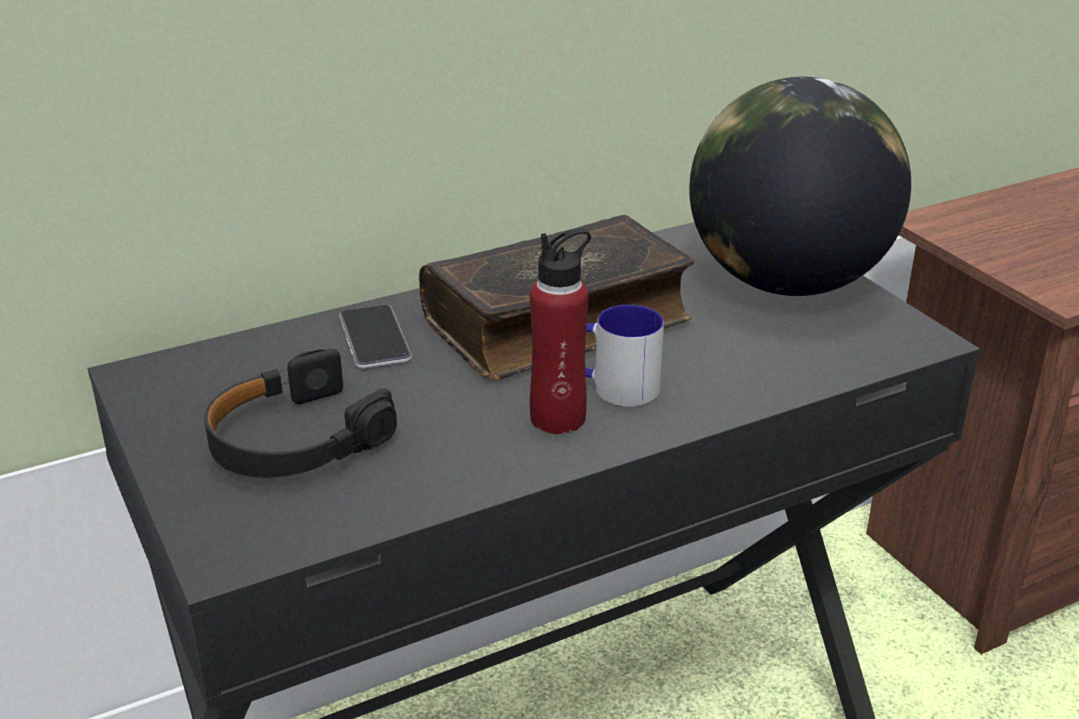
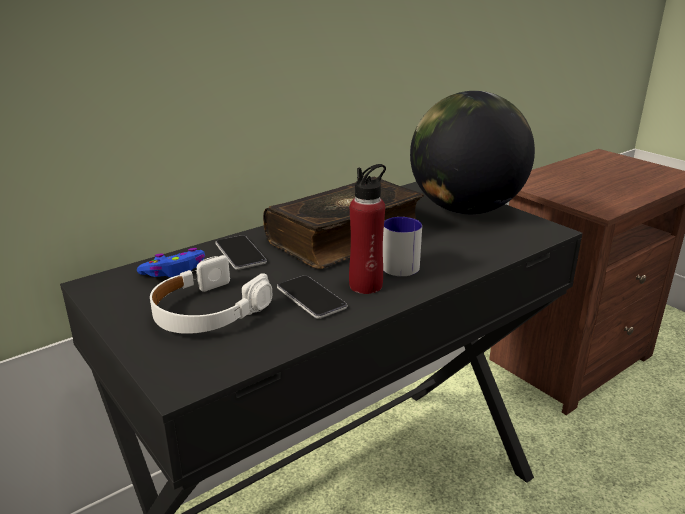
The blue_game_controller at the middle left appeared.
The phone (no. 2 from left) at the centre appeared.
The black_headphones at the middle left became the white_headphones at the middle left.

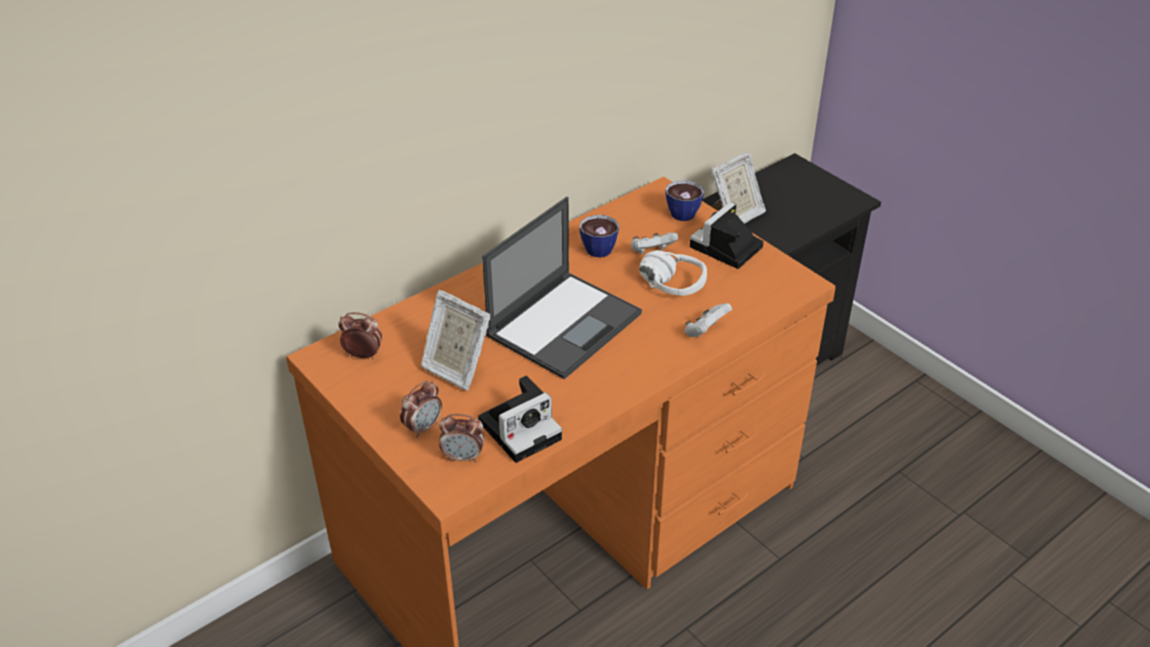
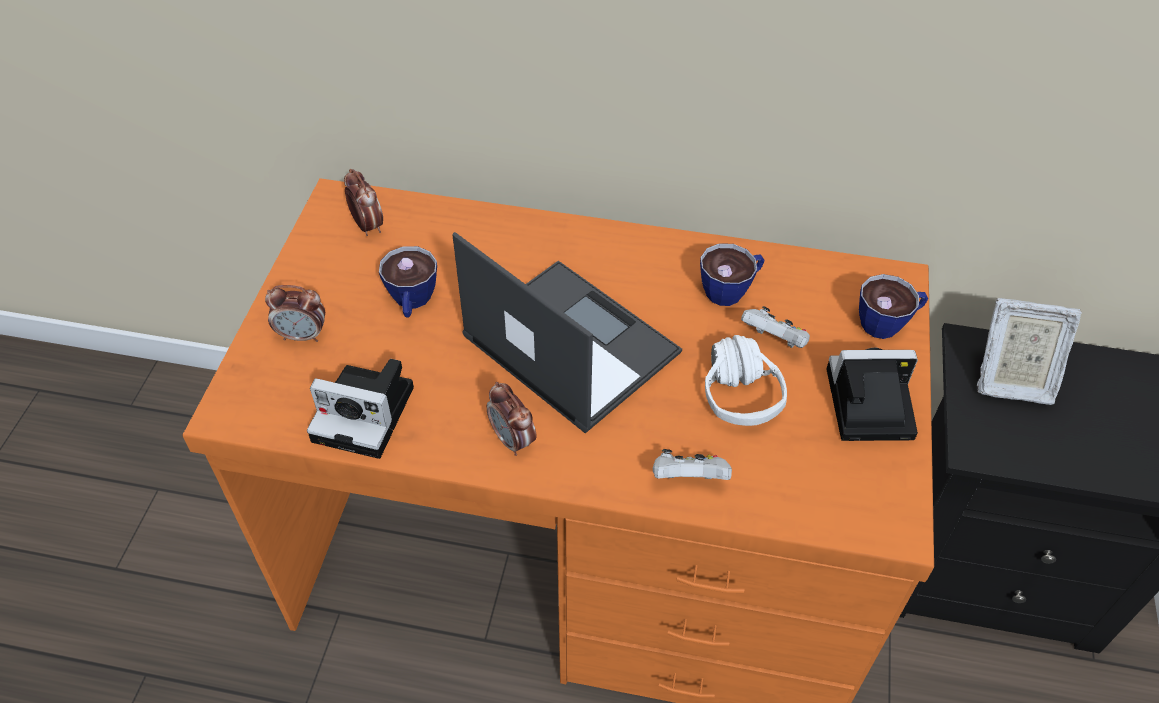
The alarm_clock (no. 3 from left) moved from the bottom centre to the centre.
The picture_frame (no. 1 from left) at the centre was replaced by the cup (no. 1 from left) at the centre.
The laptop at the centre turned 135 degrees counterclockwise.

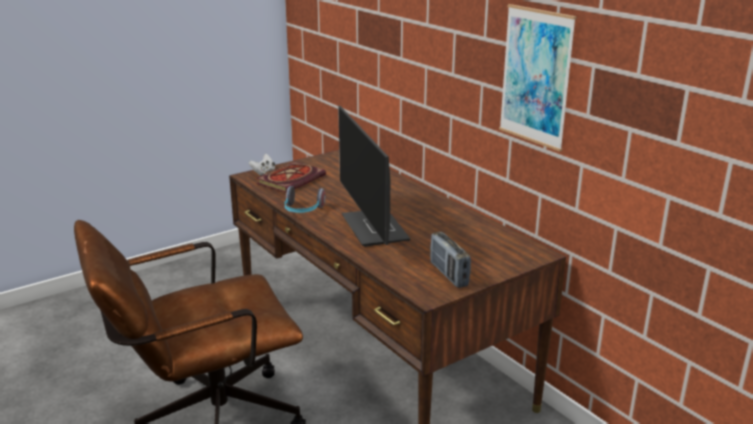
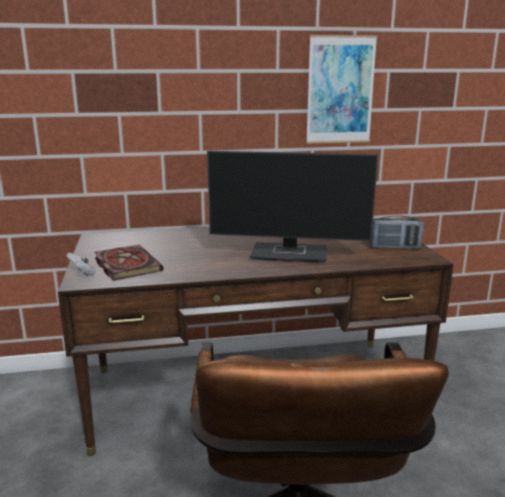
The headphones at the centre disappeared.

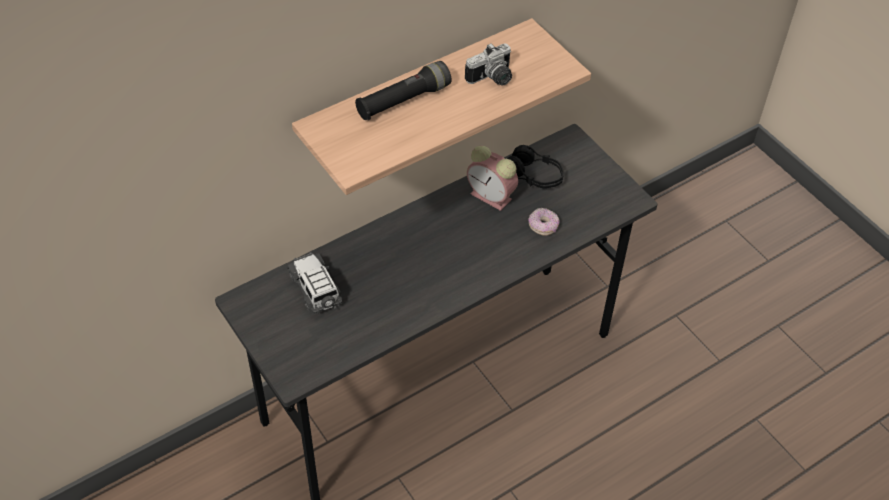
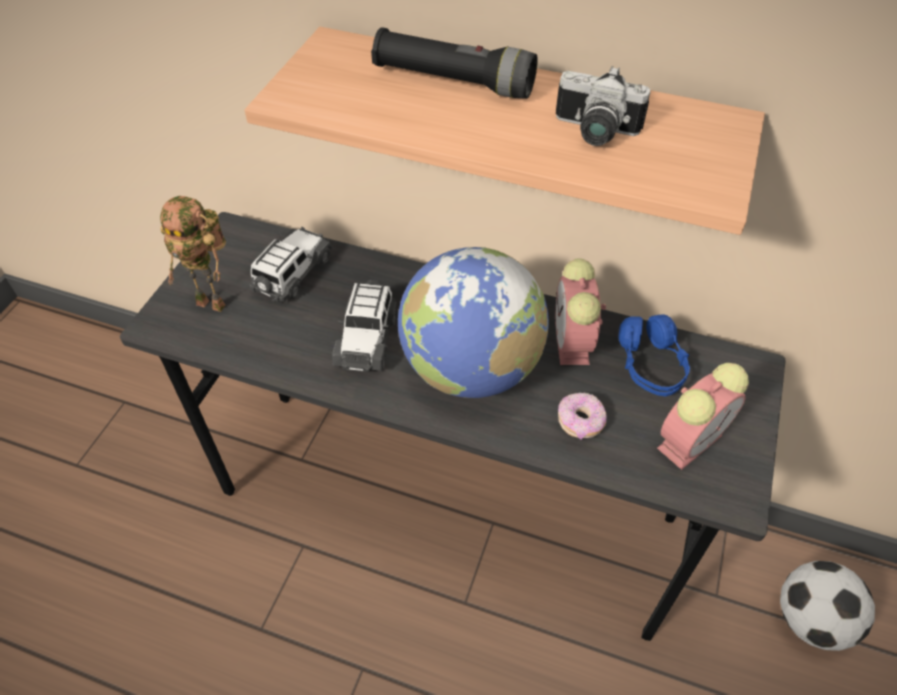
The toy_robot at the middle left appeared.
The toy_car (no. 2 from left) at the centre appeared.
The globe at the centre appeared.
The alarm_clock (no. 2 from left) at the middle right appeared.
The football at the bottom right appeared.
The black_headphones at the top centre became the blue_headphones at the middle right.

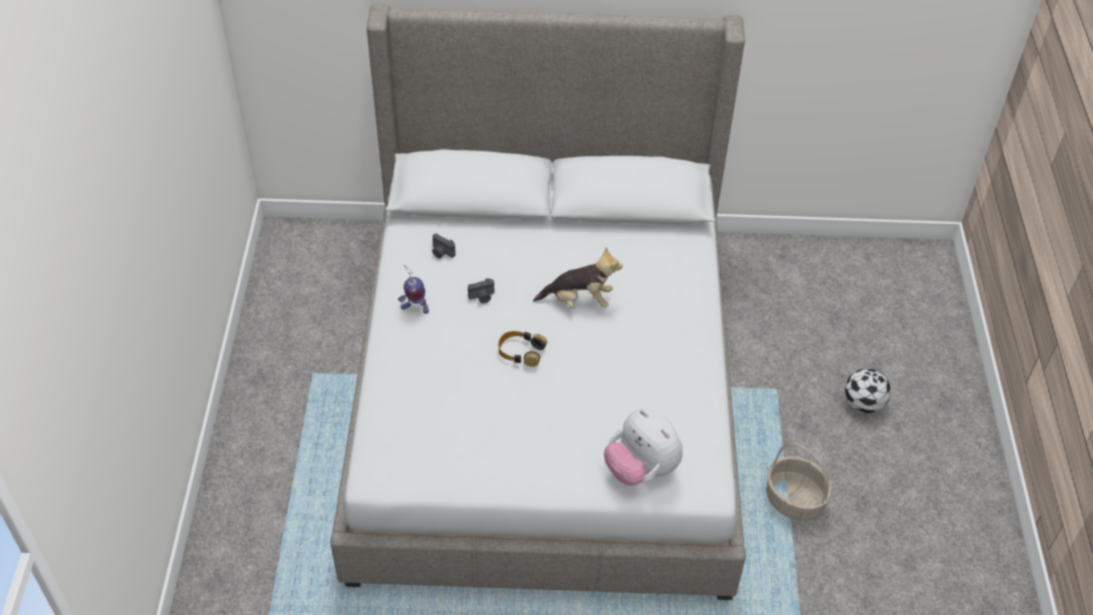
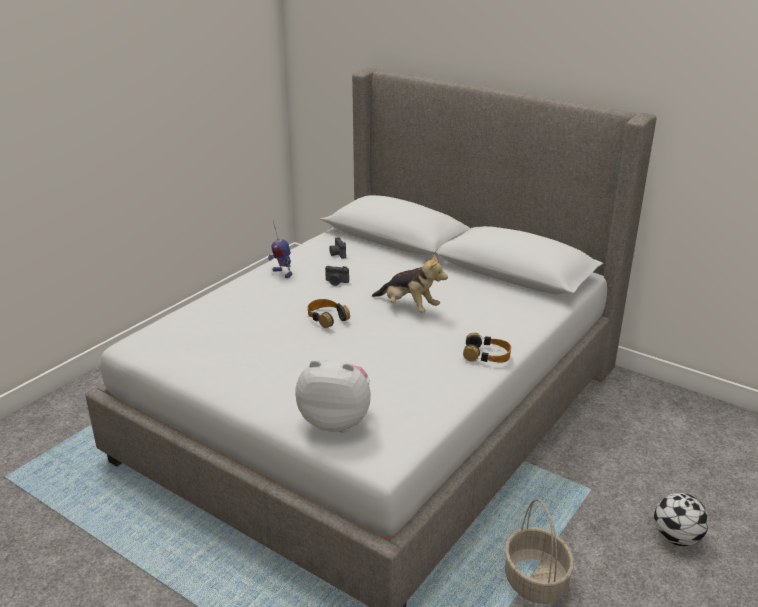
The headphones (no. 2 from left) at the centre appeared.
The plush_toy (no. 2 from left in the first image) at the bottom centre turned 105 degrees clockwise.

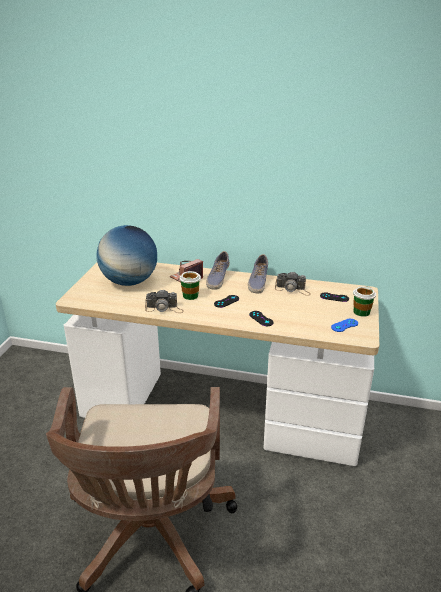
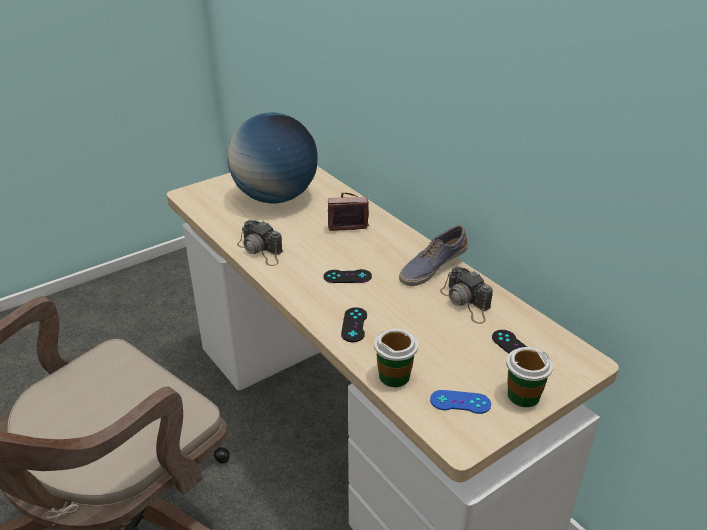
The shoe (no. 1 from left) at the centre disappeared.
The cup (no. 1 from left) moved from the centre to the bottom centre.

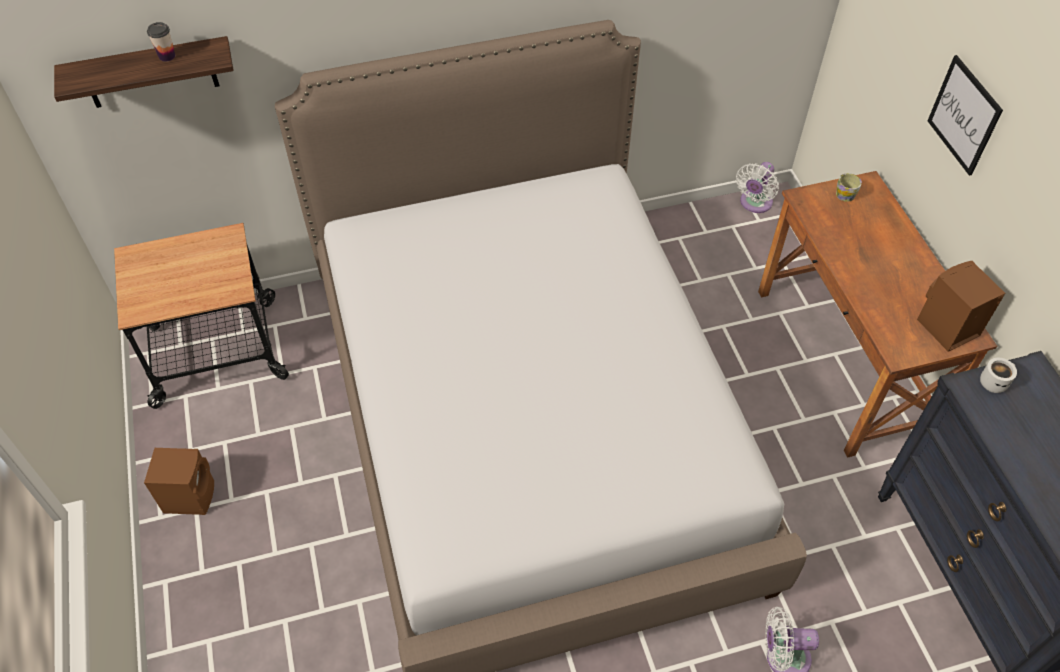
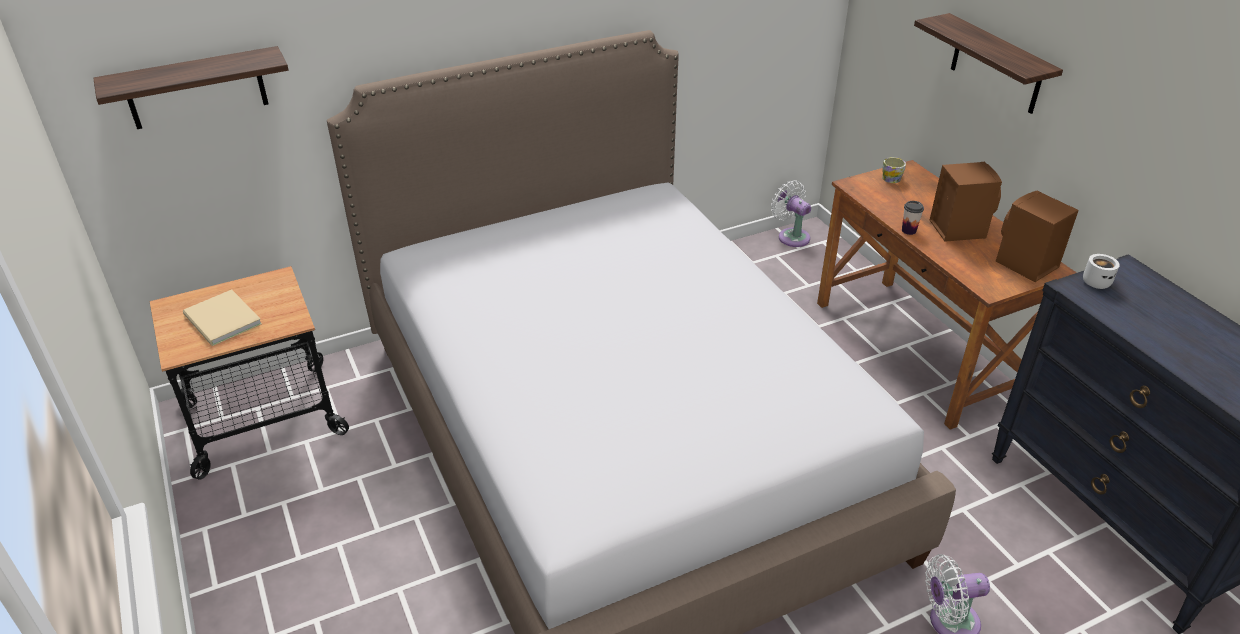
The beige_book at the middle left appeared.
The brown_speaker (no. 1 from left) moved from the bottom left to the top right.
The cup moved from the top left to the middle right.
The picture at the top right was replaced by the shelf (no. 2 from left) at the top right.
The white_fan (no. 1 from left) at the top right turned 120 degrees clockwise.

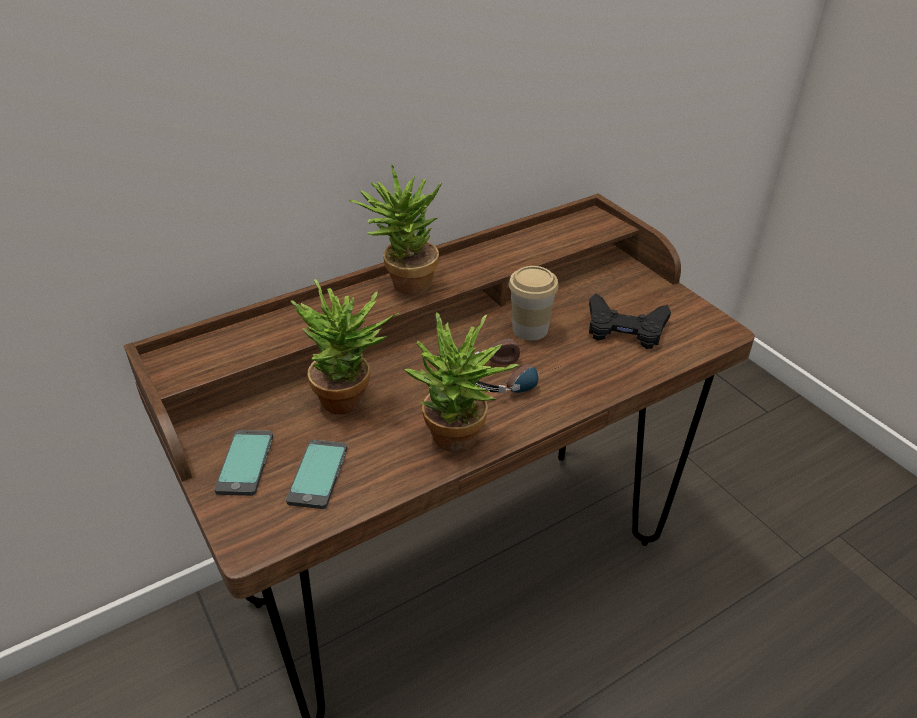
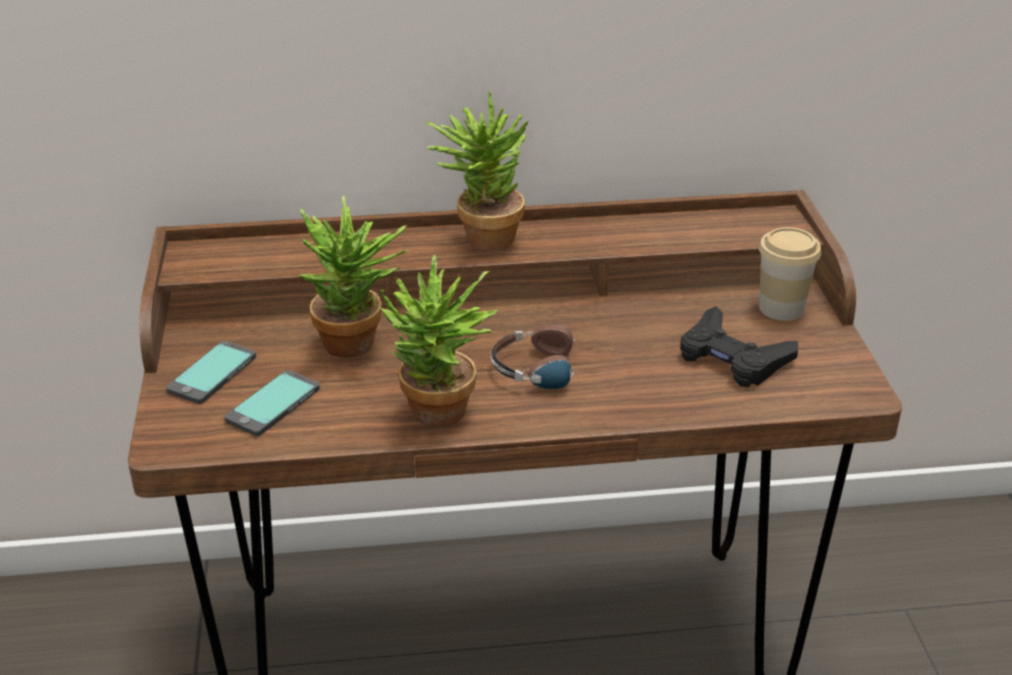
The cup moved from the centre to the middle right.

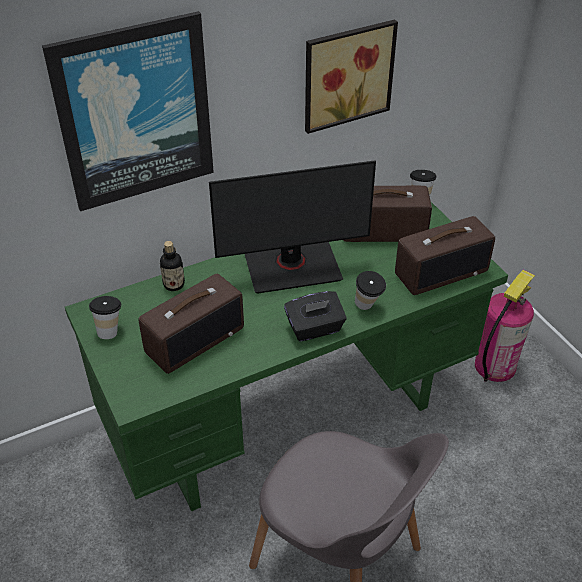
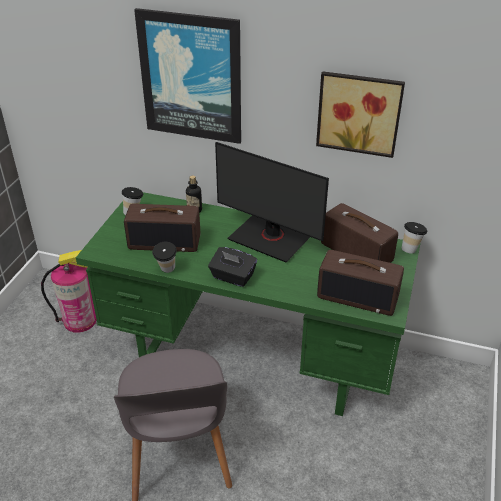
The cup (no. 2 from left) moved from the centre to the middle left.
The fire_extinguisher moved from the middle right to the middle left.

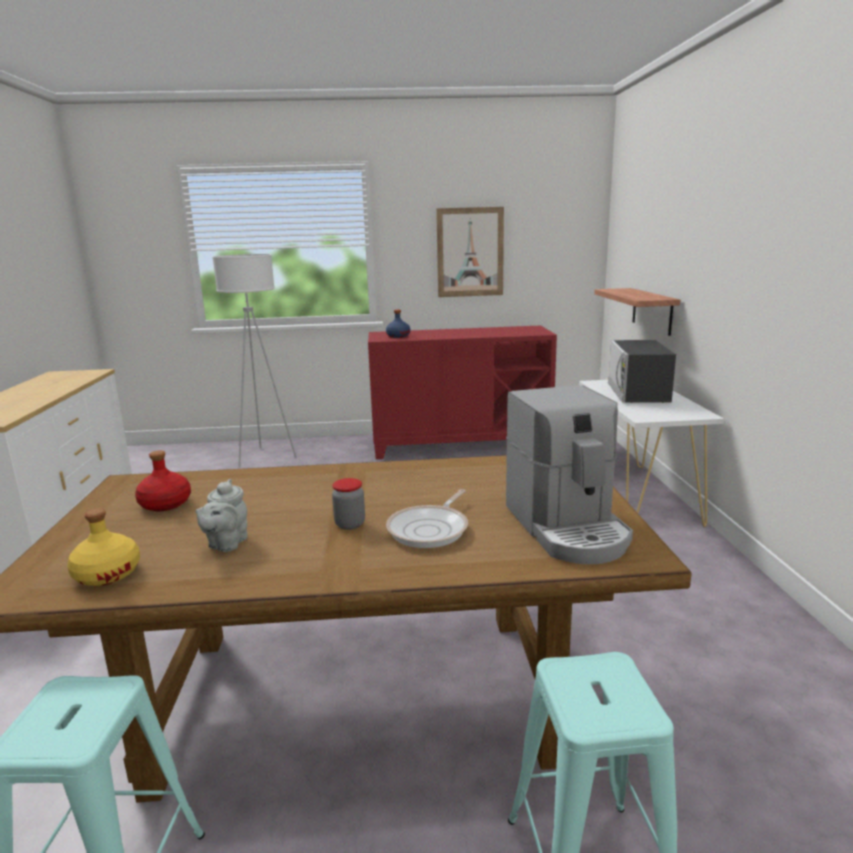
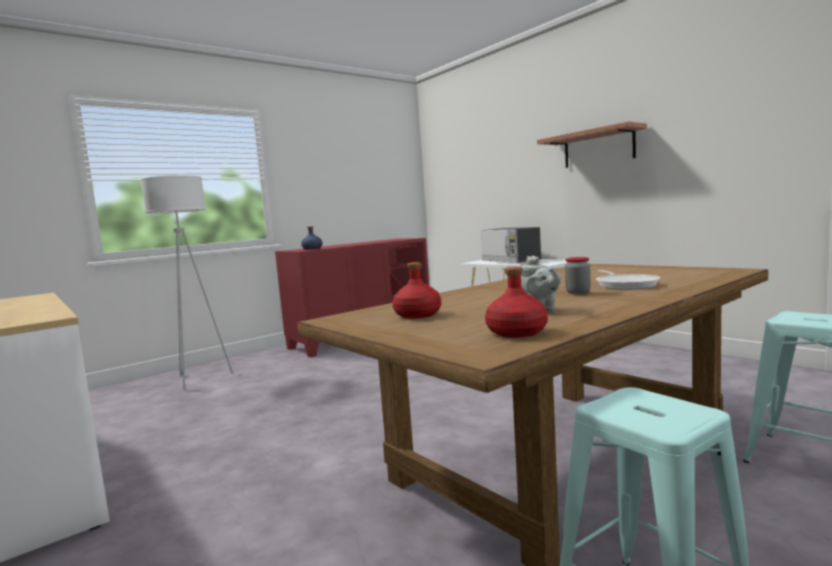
The picture at the top centre disappeared.
The coffee_machine at the middle right disappeared.
The shelf moved from the middle right to the top right.
The yellow_bottle at the middle left became the red_bottle (no. 2 from left) at the centre.

